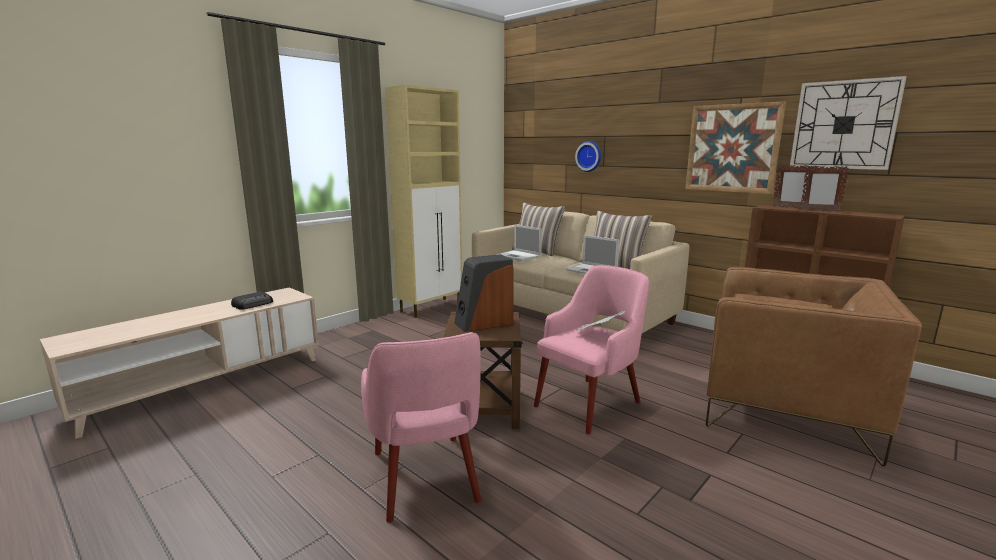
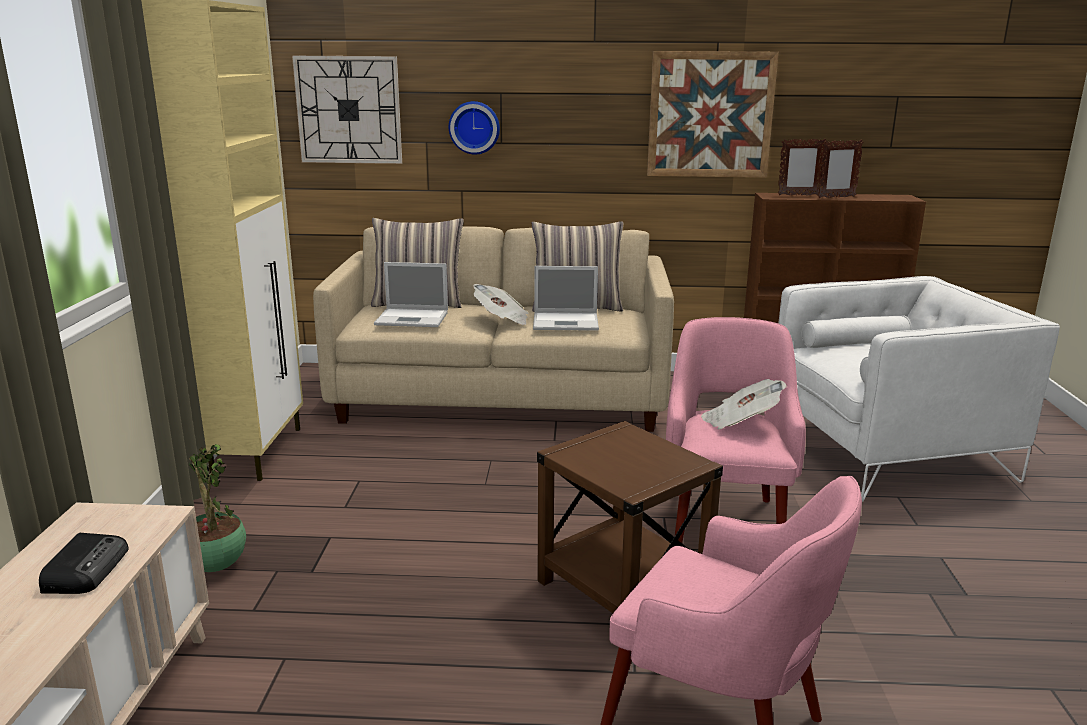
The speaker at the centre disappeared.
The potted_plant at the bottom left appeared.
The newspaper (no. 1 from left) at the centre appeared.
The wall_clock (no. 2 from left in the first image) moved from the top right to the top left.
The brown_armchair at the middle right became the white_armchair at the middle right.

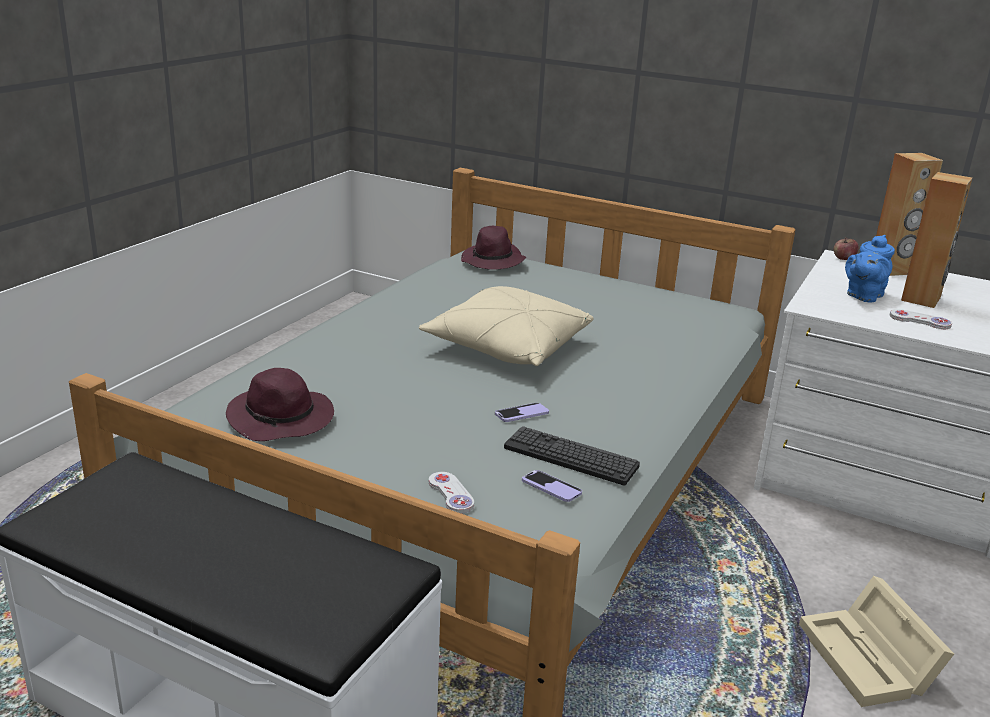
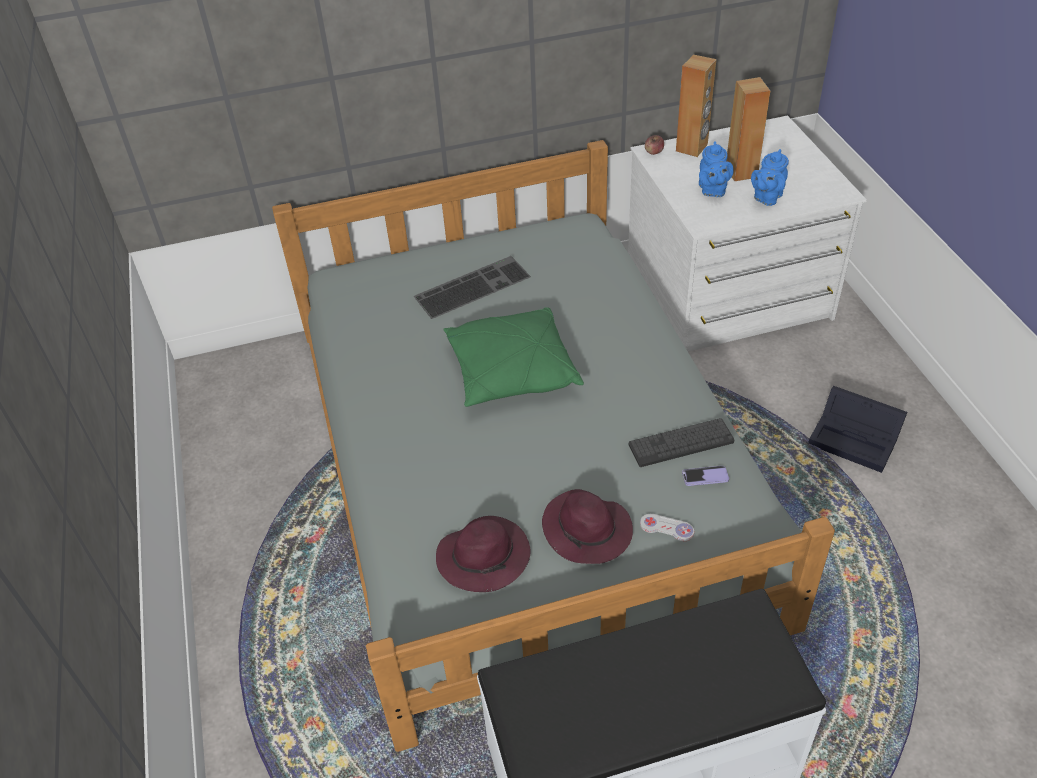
The phone (no. 1 from left) at the centre disappeared.
The keyboard (no. 1 from left) at the centre appeared.
The purple_hat (no. 2 from left) moved from the centre to the bottom centre.
The white_game_controller (no. 2 from left) at the middle right was replaced by the blue_teapot (no. 2 from left) at the top right.
The beige_pillow at the centre became the green_pillow at the centre.
The beige_storage_box at the bottom right became the black_storage_box at the middle right.

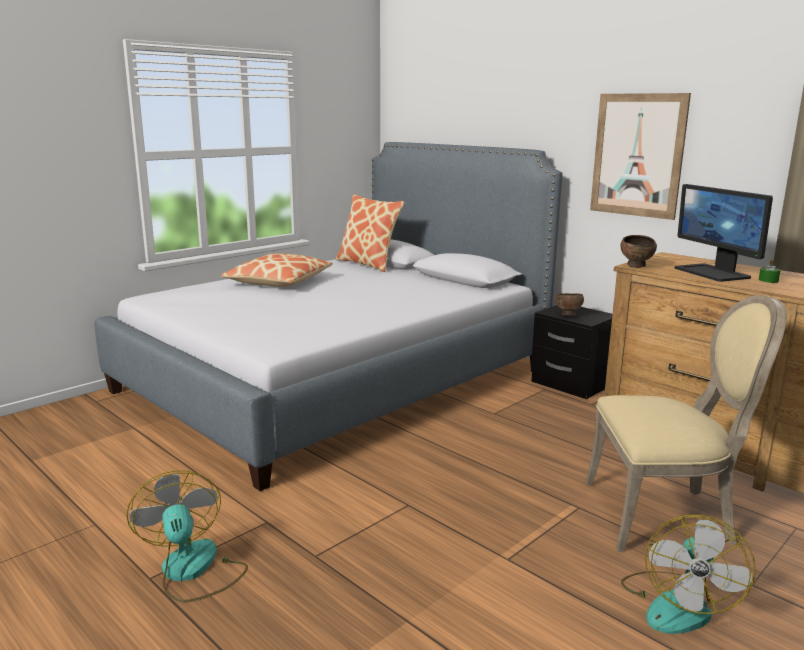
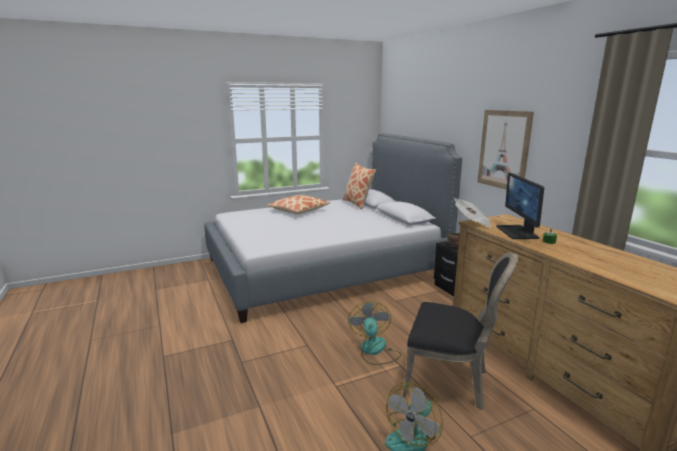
The fan (no. 1 from left) moved from the bottom left to the bottom centre.
The brown_bowl (no. 2 from left) at the middle right was replaced by the newspaper at the middle right.
The beige_chair at the middle right became the black_chair at the bottom right.

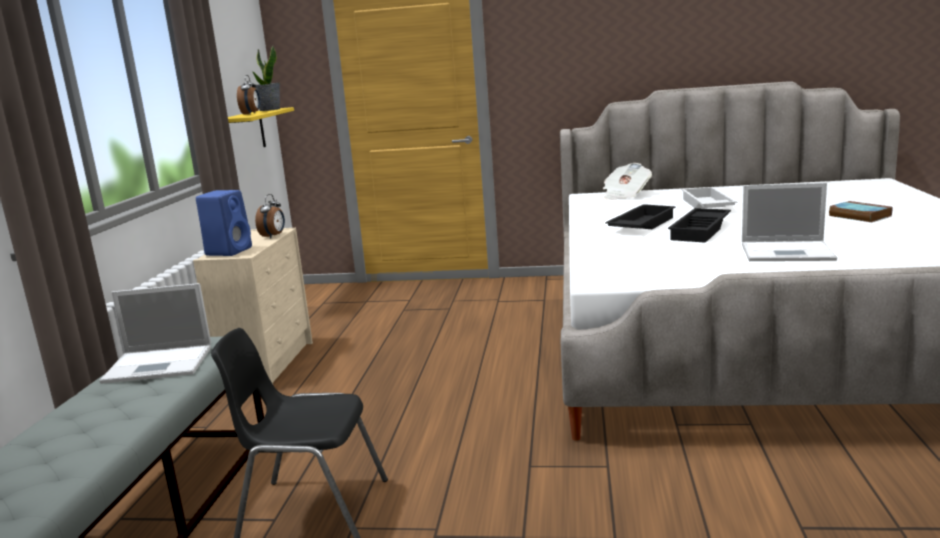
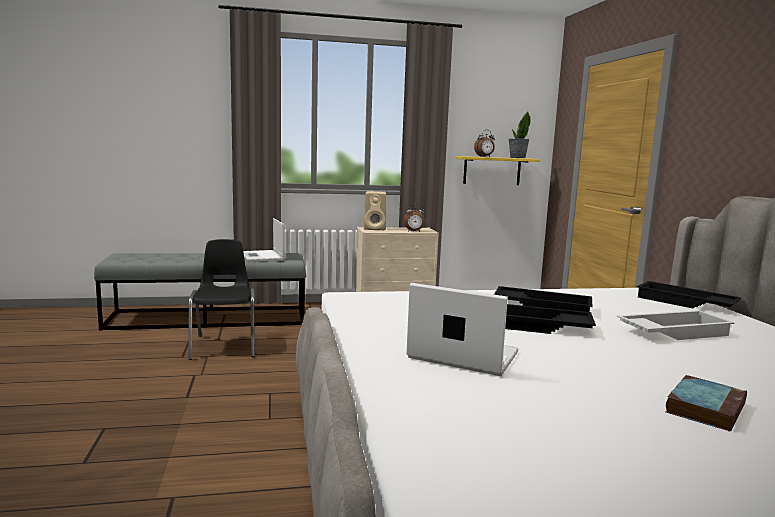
The newspaper at the middle right was replaced by the black_tray (no. 3 from left) at the middle right.
The blue_speaker at the middle left became the beige_speaker at the centre.
The laptop (no. 2 from left) at the middle right turned 120 degrees clockwise.

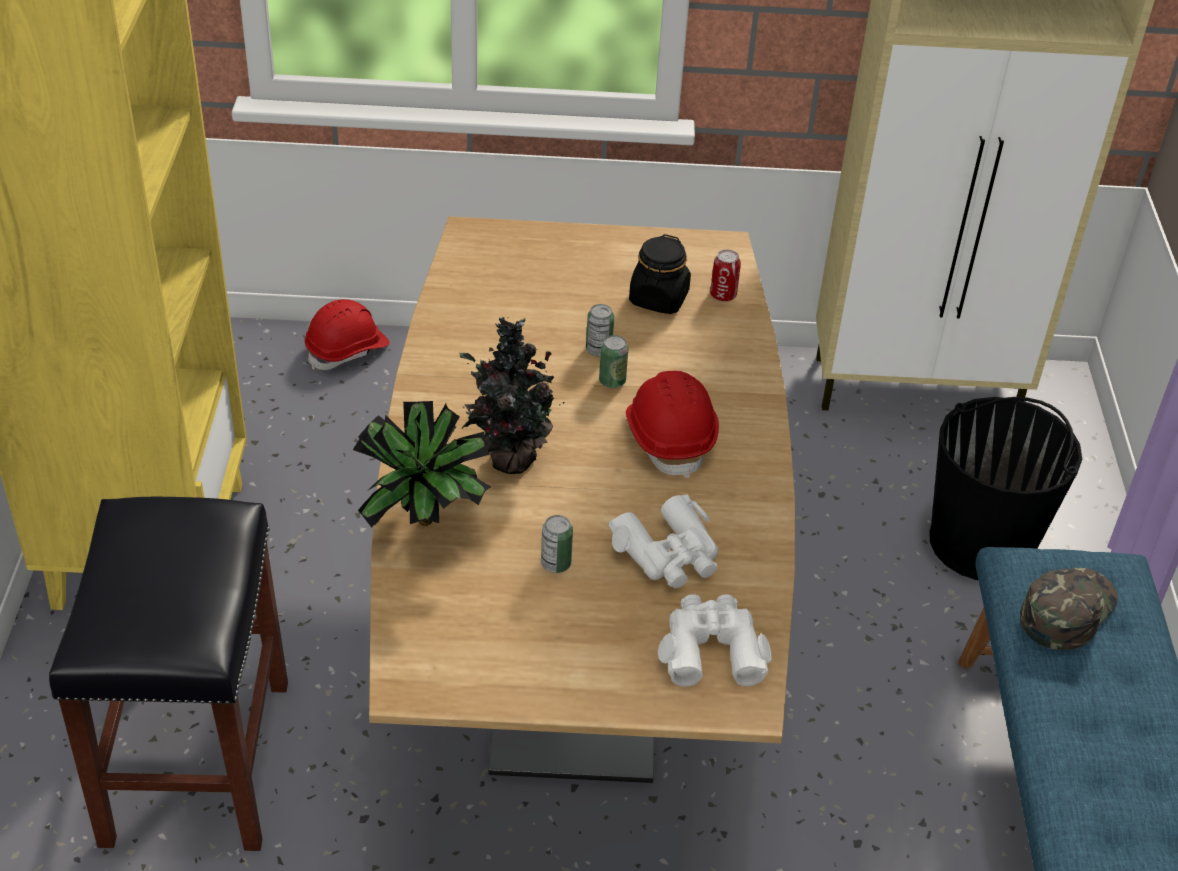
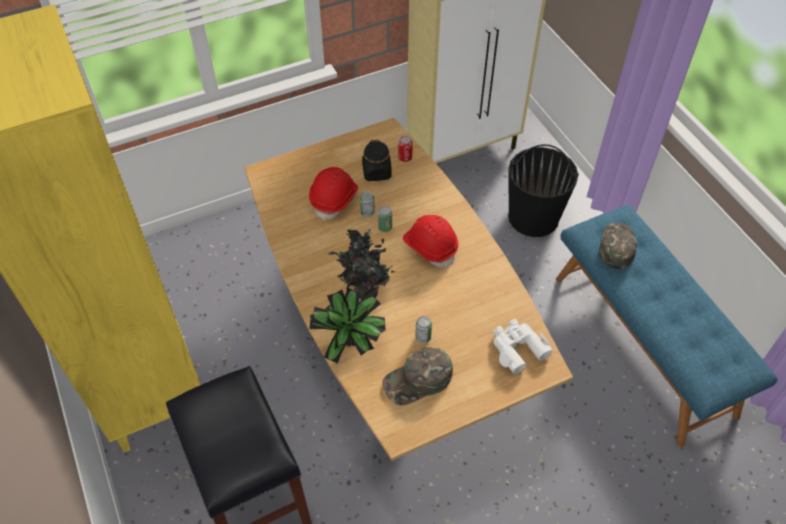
The white_binoculars (no. 1 from left) at the centre disappeared.
The green_cap (no. 1 from left) at the bottom centre appeared.
The red_hard_hat (no. 1 from left) moved from the middle left to the centre.

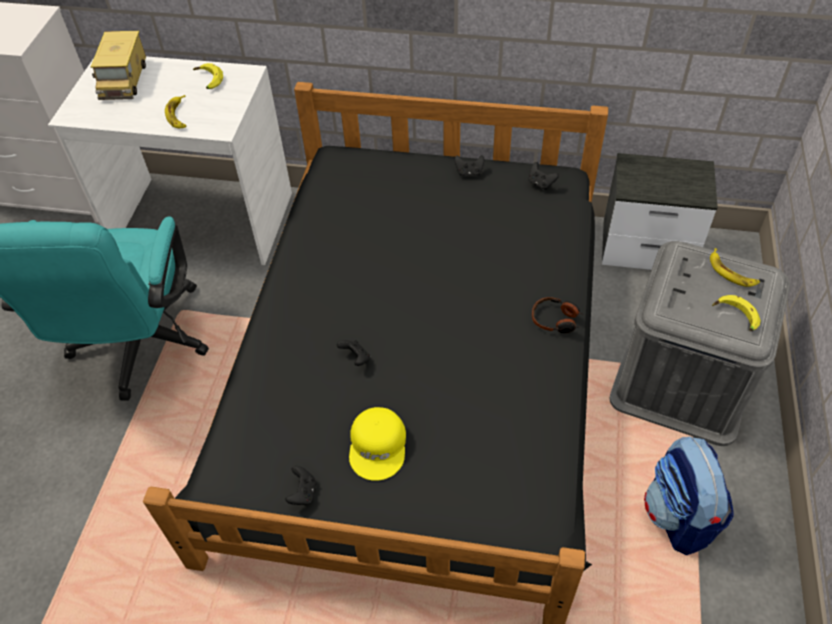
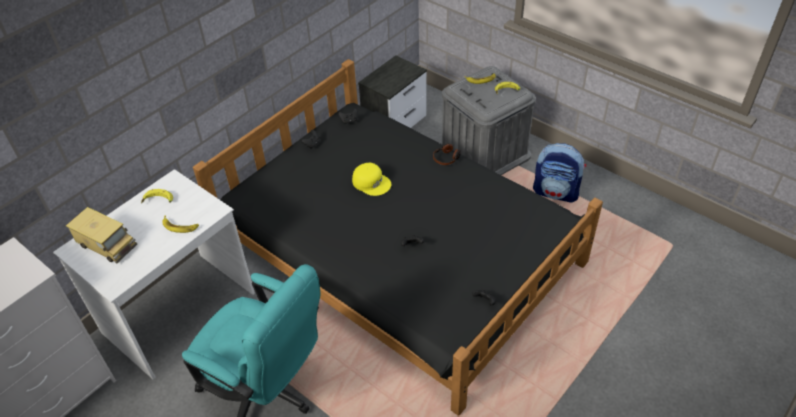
The yellow_cap moved from the bottom centre to the centre.

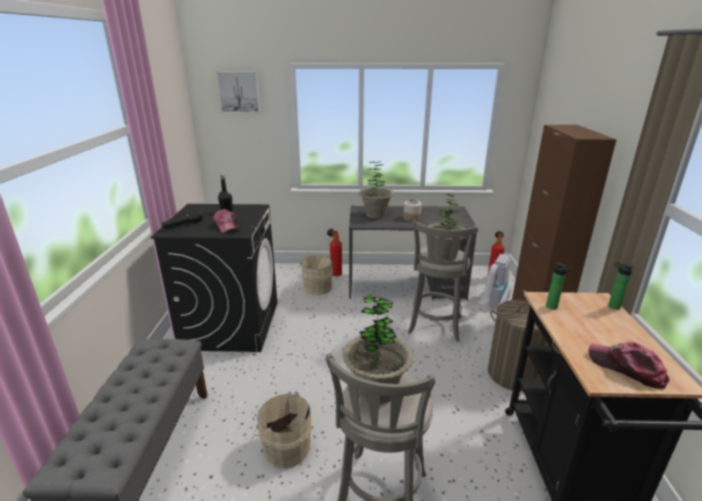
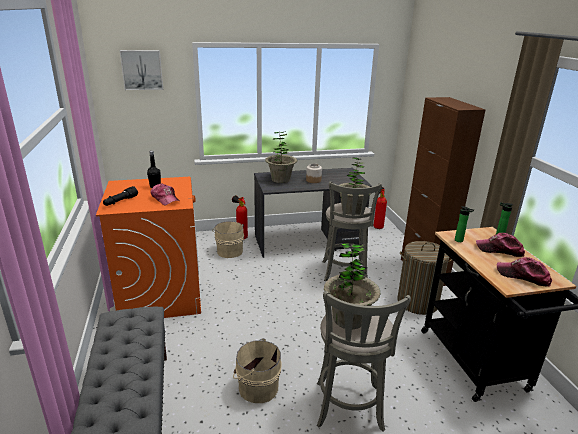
The vacuum_cleaner at the middle right disappeared.
The cap (no. 2 from left) at the middle right appeared.
The black_washing_machine at the middle left became the orange_washing_machine at the middle left.

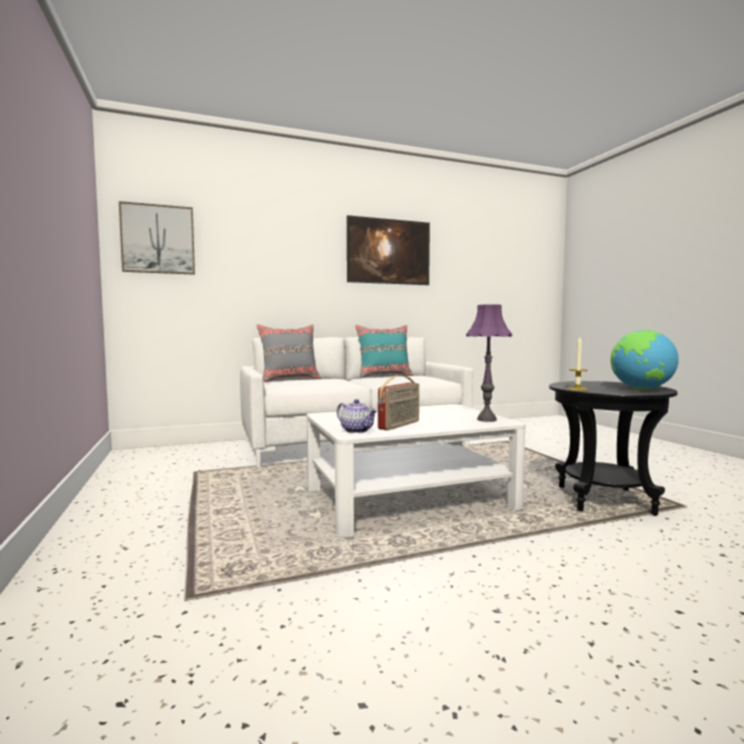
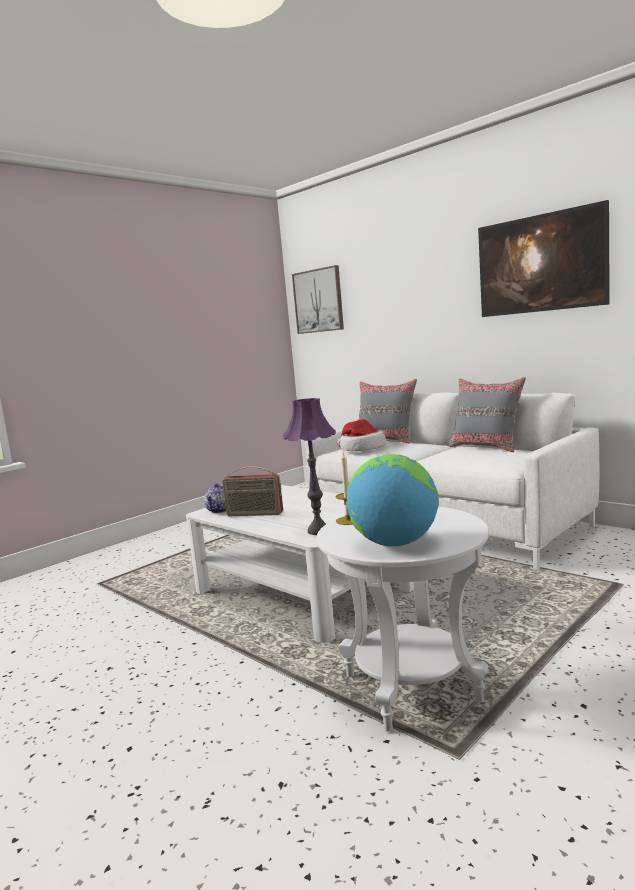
The hat at the centre appeared.
The turquoise_pillow at the centre became the grey_pillow (no. 2 from left) at the middle right.
The black_side_table at the middle right became the white_side_table at the bottom centre.

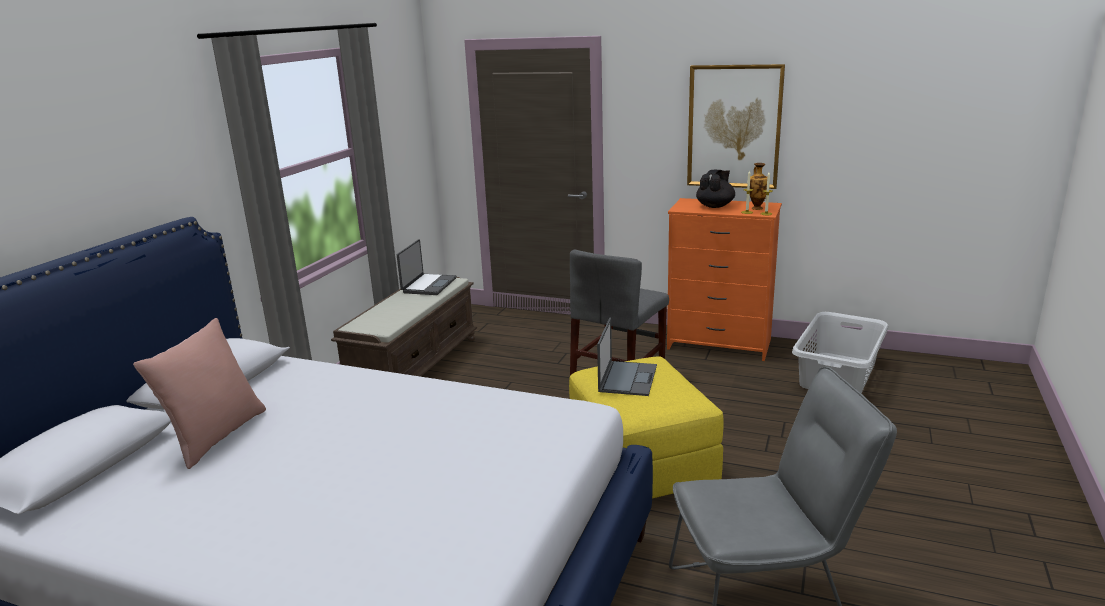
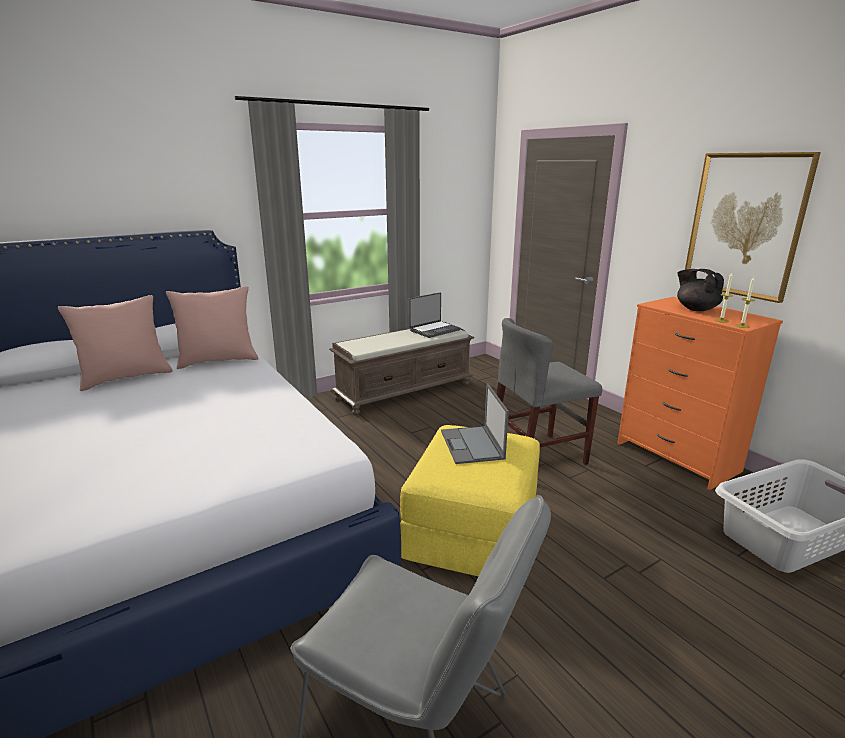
The vase at the top right disappeared.
The pink_pillow (no. 2 from left) at the middle left appeared.
The laptop (no. 2 from left) at the centre turned 120 degrees clockwise.
The black_teapot at the top centre turned 105 degrees counterclockwise.

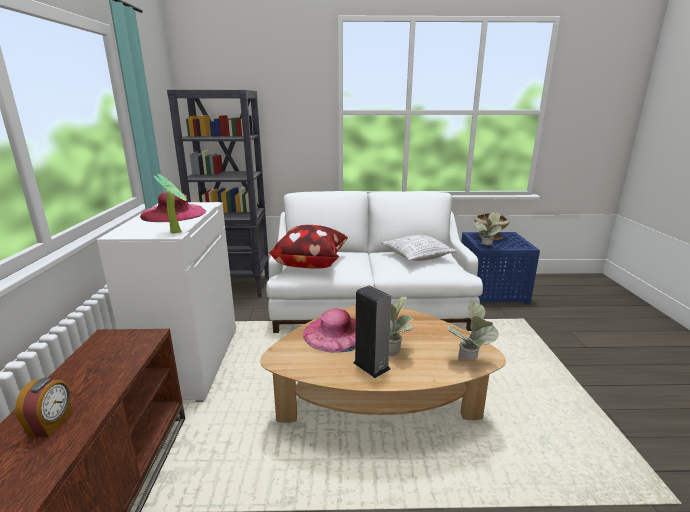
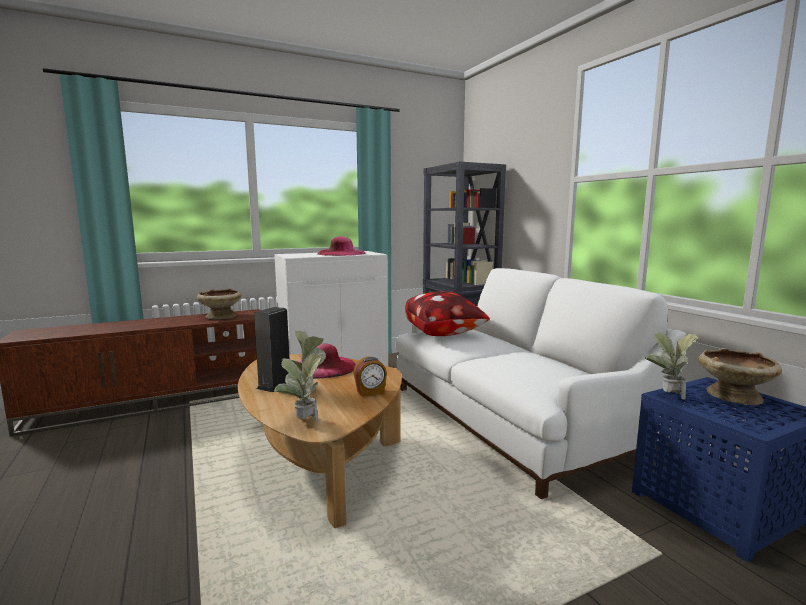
The potted_plant (no. 1 from left) at the middle left disappeared.
The pillow (no. 2 from left) at the centre disappeared.
The beige_bowl (no. 1 from left) at the middle left appeared.
The alarm_clock moved from the bottom left to the centre.

